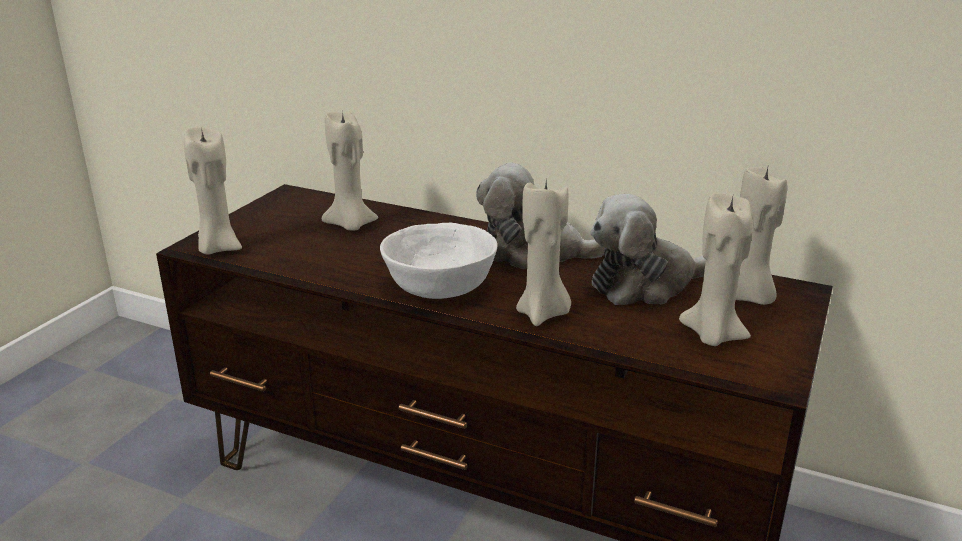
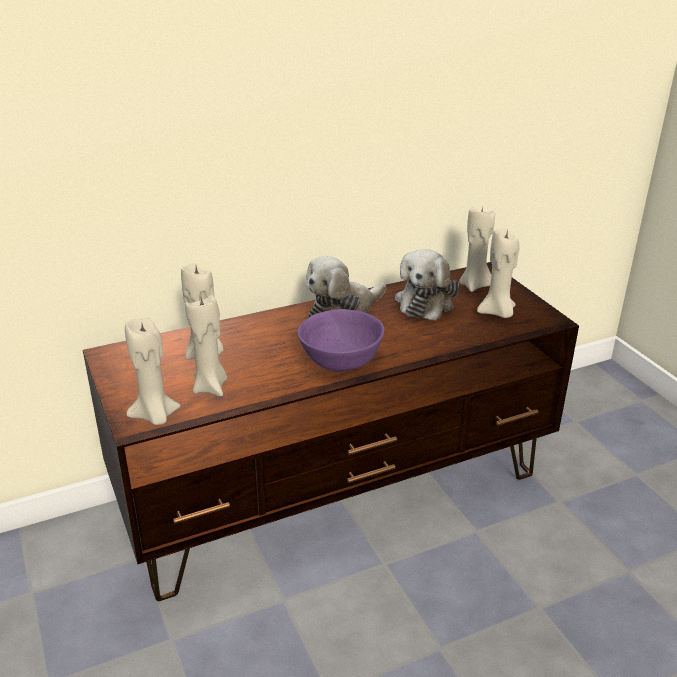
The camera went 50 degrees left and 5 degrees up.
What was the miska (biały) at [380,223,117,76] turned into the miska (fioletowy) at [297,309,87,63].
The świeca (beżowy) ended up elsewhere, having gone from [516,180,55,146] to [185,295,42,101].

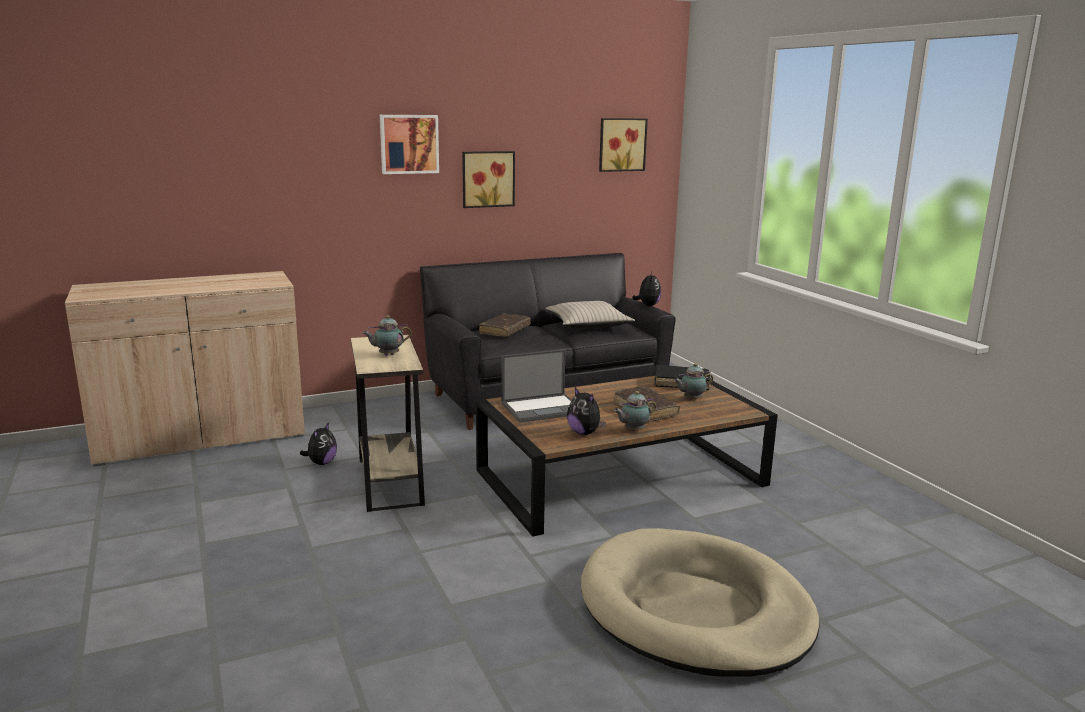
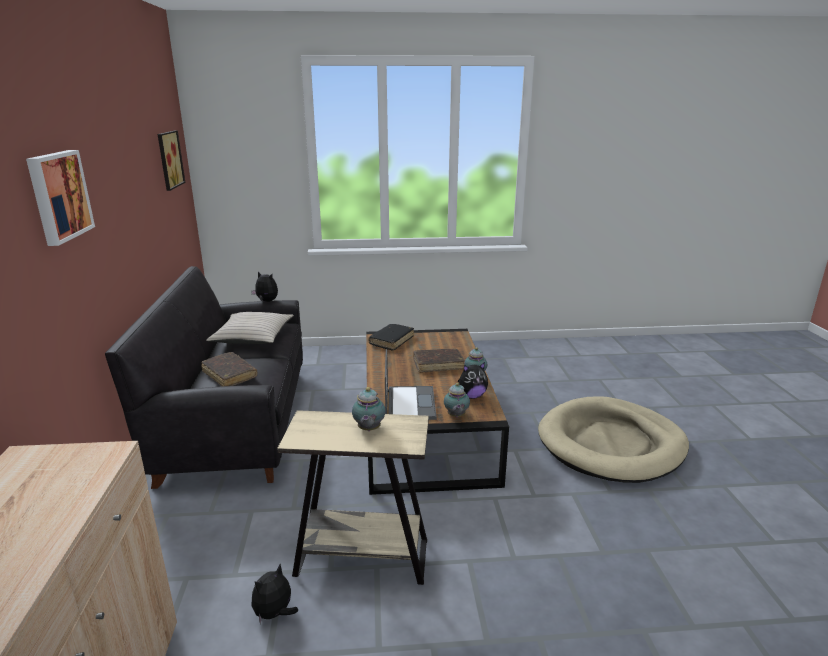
The camera went 70 degrees left and 5 degrees up.
The pluszak at [300,422,37,43] ended up facing another way, 90 degrees counterclockwise from before.
The second view lost the obraz at [462,151,53,57].
The imbryk ended up elsewhere, having gone from [674,363,39,37] to [444,383,26,34].

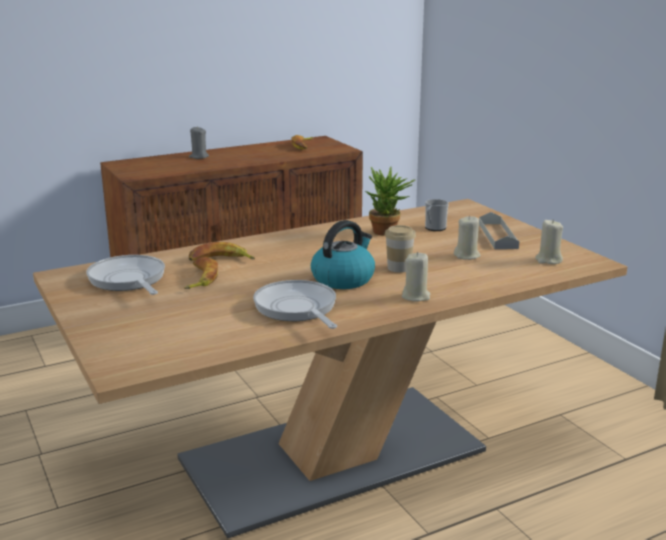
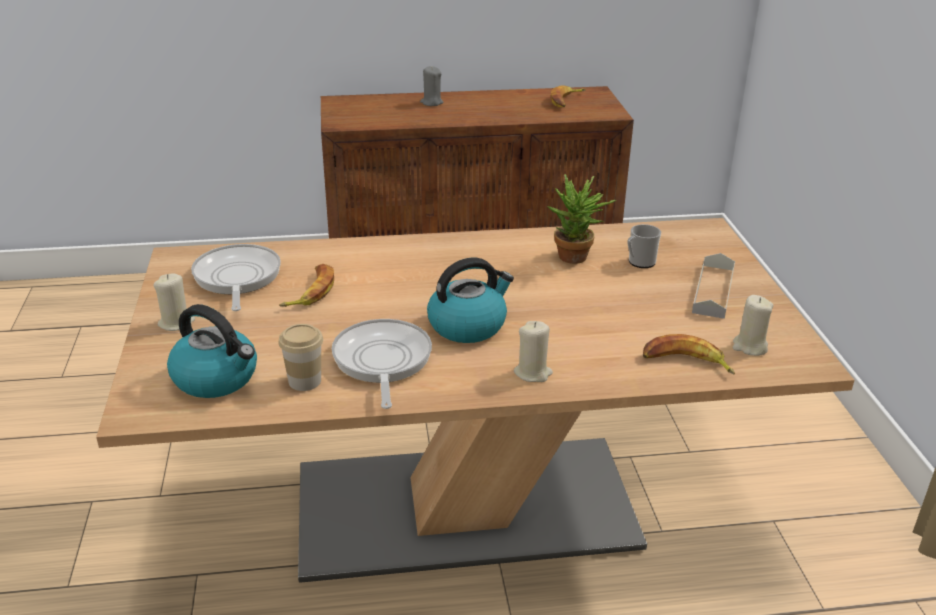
The camera went 20 degrees right and 10 degrees up.
The banan ended up elsewhere, having gone from [189,242,66,19] to [643,334,92,41].
The filiżanka ended up elsewhere, having gone from [385,225,31,48] to [278,324,45,67].
The świeca (beżowy) ended up elsewhere, having gone from [454,215,26,45] to [153,273,42,58].
The second view gained the czajnik at [167,304,90,94].

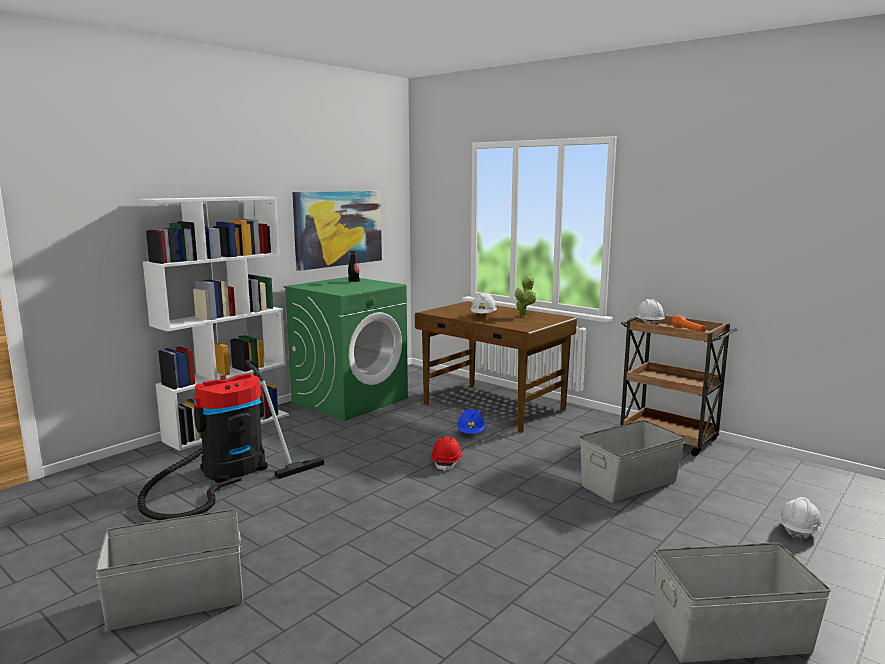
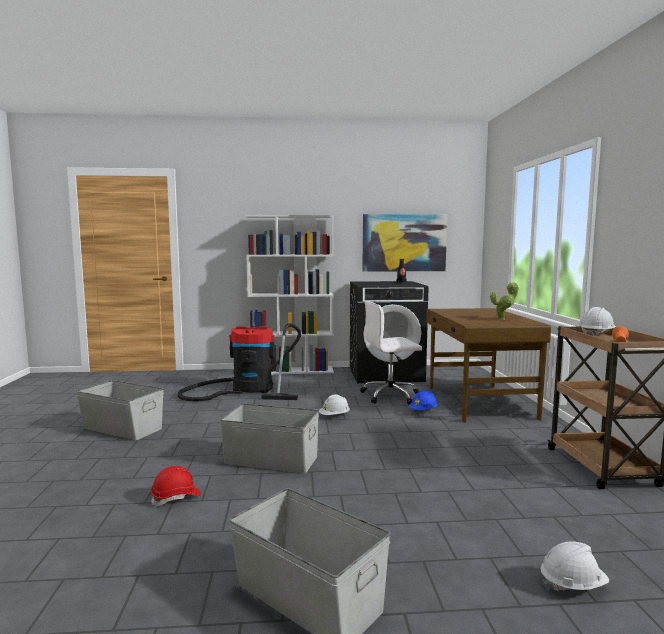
The camera went 45 degrees right and 5 degrees down.
What was the pralka (zielony) at [284,277,124,144] turned into the pralka (czarny) at [350,281,79,102].
The kask (czerwony) ended up elsewhere, having gone from [431,437,31,35] to [151,466,50,40].
The kask (biały) ended up elsewhere, having gone from [471,294,26,19] to [319,394,31,21].
The pojemnik do przechowywania (szary) ended up elsewhere, having gone from [580,420,106,83] to [220,404,99,69].
The second view gained the krzesło biurowe (biały) at [360,301,62,104].

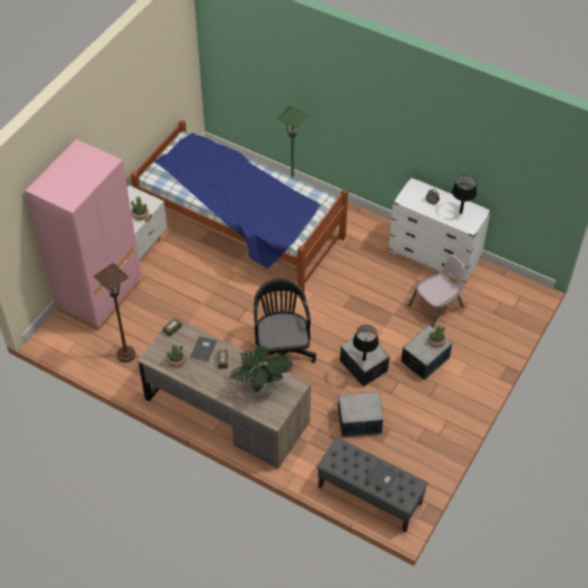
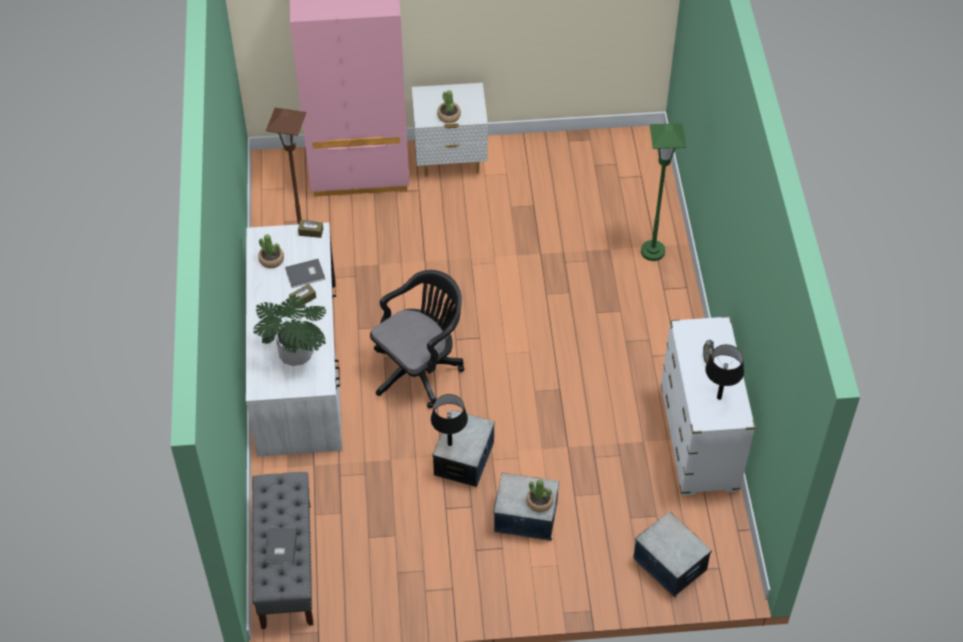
The camera went 55 degrees right and 0 degrees up.
The second view lost the łóżko at [131,120,217,174].
What was the biurko (brązowy) at [137,316,174,153] turned into the biurko (biały) at [246,222,97,235].
The pojemnik do przechowywania ended up elsewhere, having gone from [338,392,46,45] to [633,512,79,85].
The second view lost the krzesło (różowy) at [409,255,56,72].

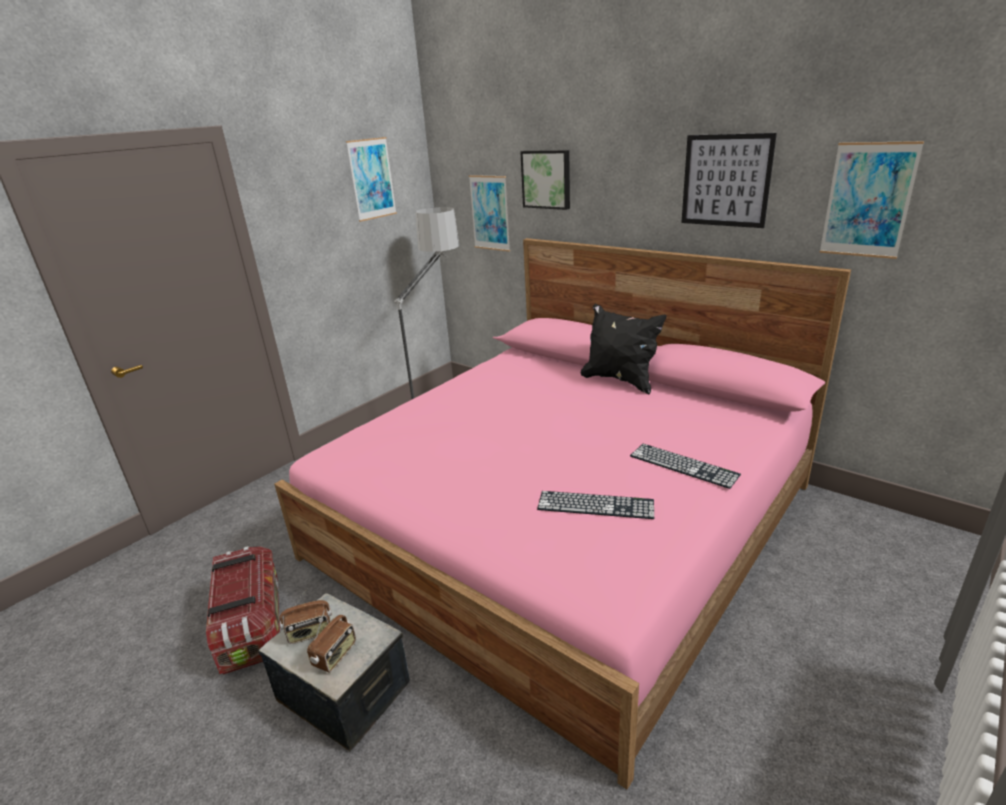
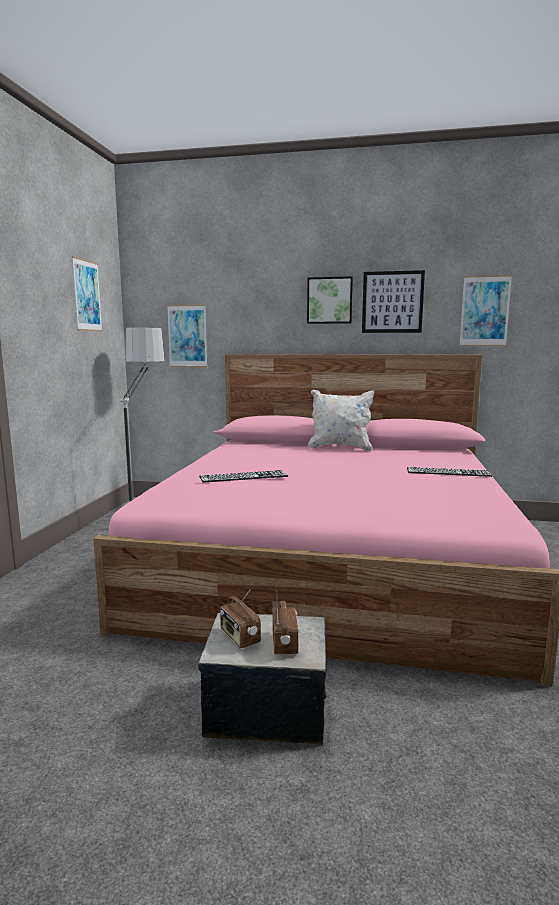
The camera went 30 degrees left and 15 degrees down.
The second view lost the pojemnik do przechowywania at [206,546,74,129].
The radio at [280,588,52,56] ended up facing another way, 105 degrees clockwise from before.
The obraz ended up elsewhere, having gone from [520,150,50,60] to [307,276,46,48].
The klawiatura ended up elsewhere, having gone from [537,491,117,28] to [199,470,89,13].
What was the poduszka (czarny) at [581,304,86,90] turned into the poduszka (biały) at [308,390,67,61].

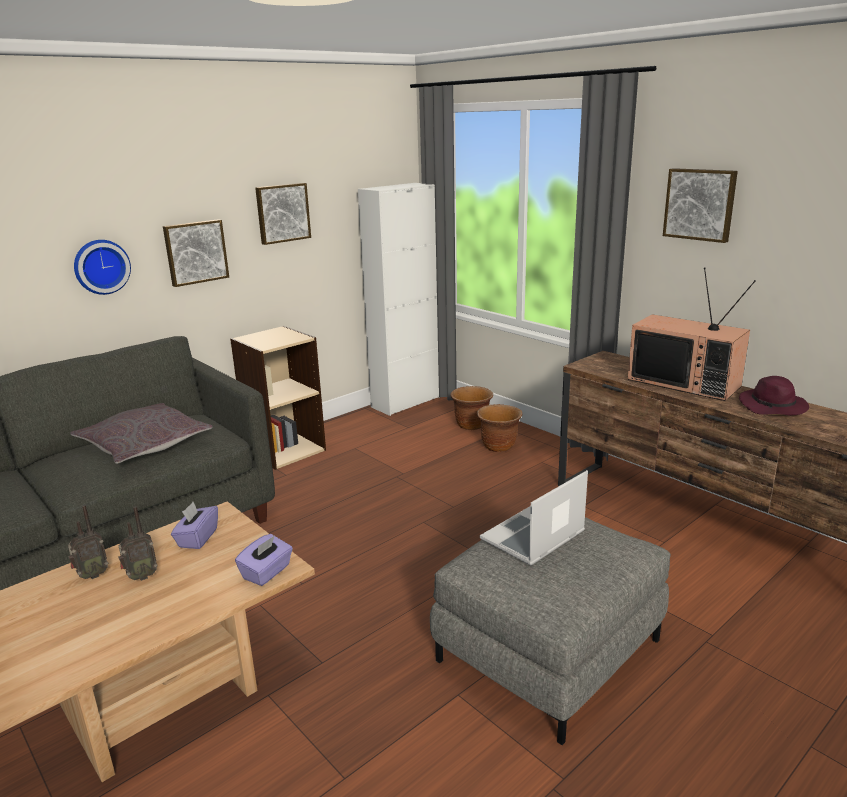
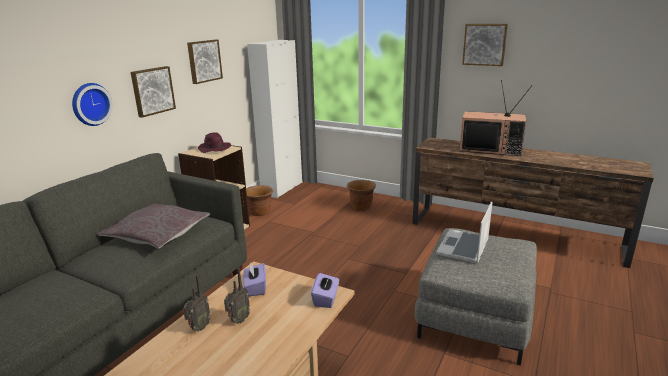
The camera went 20 degrees left and 0 degrees up.
The donica (brązowy) ended up elsewhere, having gone from [450,386,43,44] to [246,185,27,31].
The kapelusz (fioletowy) ended up elsewhere, having gone from [739,376,70,39] to [198,132,33,21].

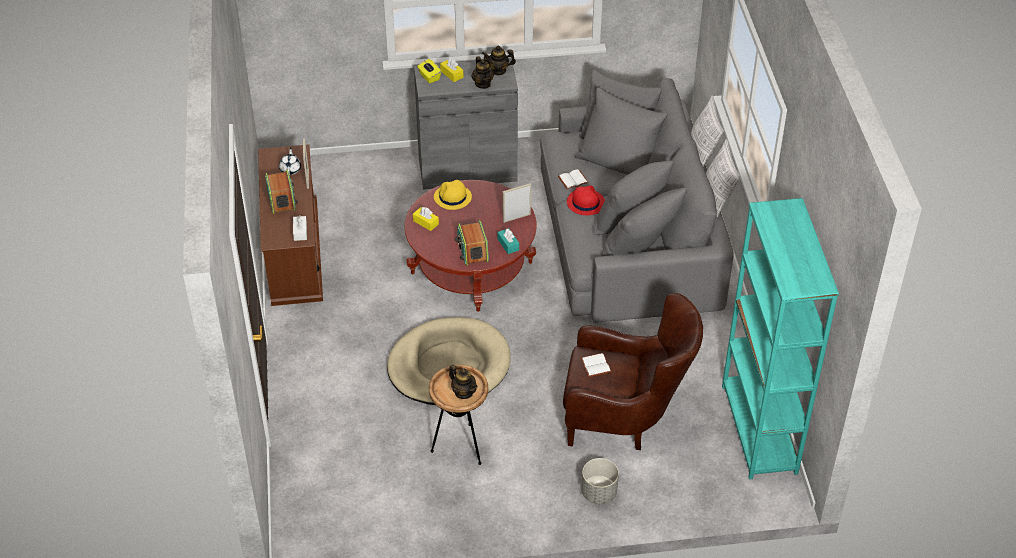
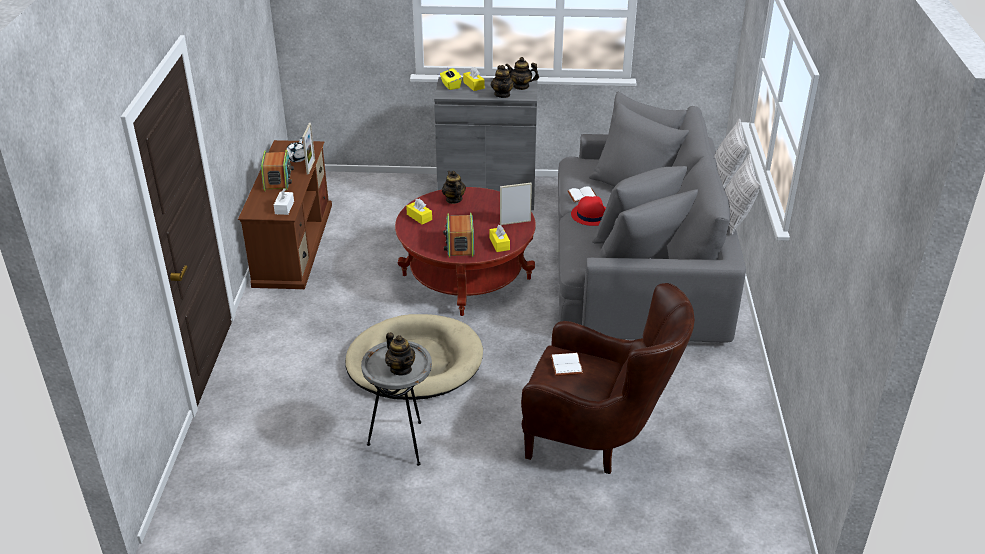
The camera went 10 degrees right and 10 degrees down.
What was the stolik (brązowy) at [429,365,59,100] turned into the stolik (szary) at [361,341,71,125].
Where the kapelusz (żółty) stood at [434,180,38,30], the imbryk came to stand at [442,171,24,33].
What was the pudełko chusteczek (turkusowy) at [498,228,21,26] turned into the pudełko chusteczek (żółty) at [490,225,20,27].
The second view lost the donica (szary) at [581,458,38,46].
The second view lost the regał (turkusowy) at [722,198,117,281].

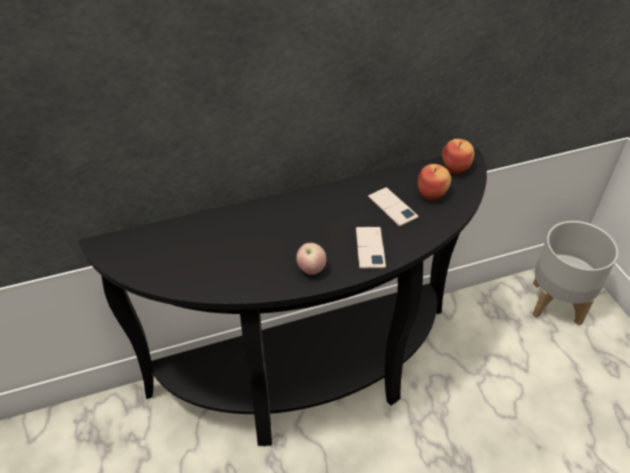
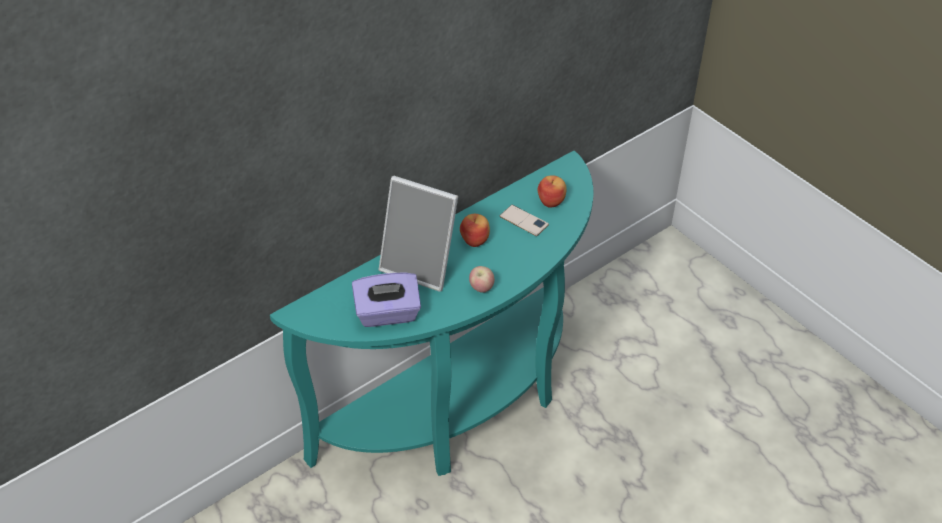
The camera went 20 degrees left and 0 degrees up.
What was the stolik konsolowy (czarny) at [79,148,408,298] turned into the stolik konsolowy (turkusowy) at [270,151,323,325].
The second view lost the telefon at [356,227,30,42].
The jabłko ended up elsewhere, having gone from [442,139,32,35] to [460,214,30,33].
The second view lost the donica (szary) at [533,221,85,105].
The second view gained the pudełko chusteczek (fioletowy) at [352,273,69,54].
The second view gained the ramka na zdjęcie at [379,176,79,116].

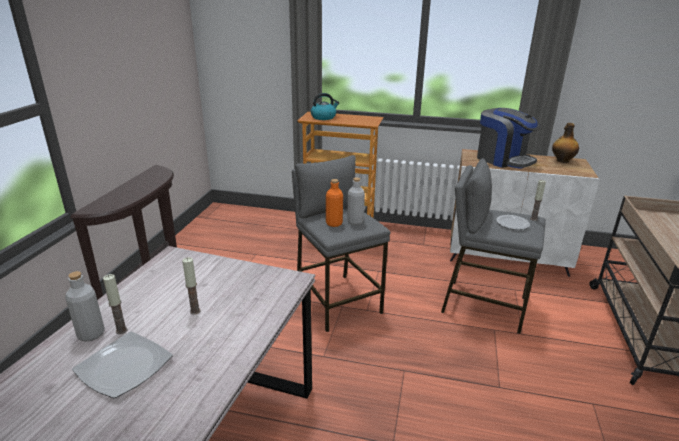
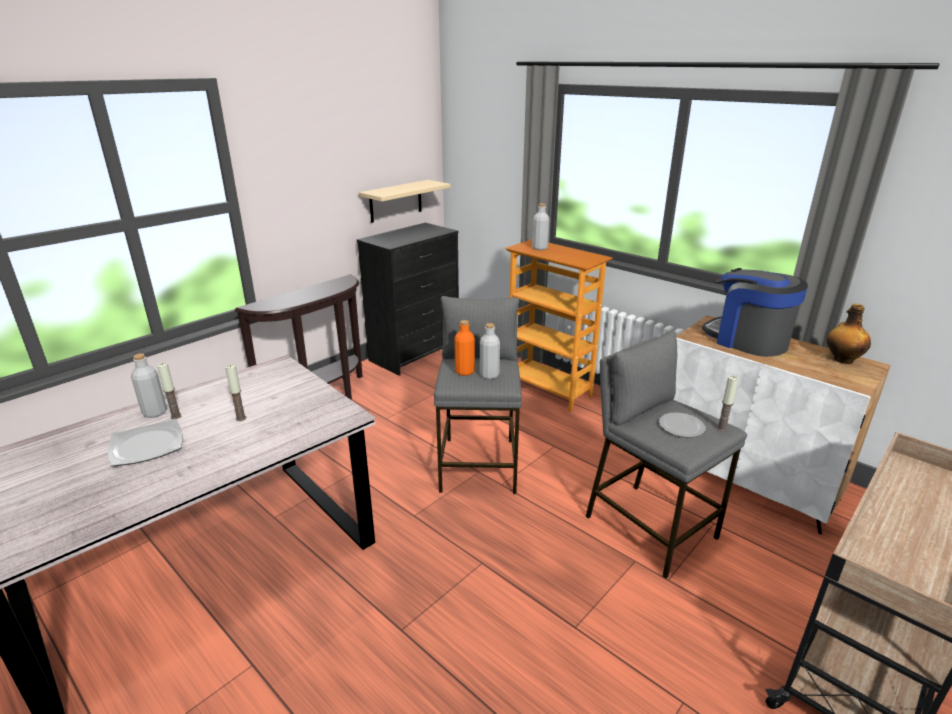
The camera went 30 degrees right and 0 degrees up.
Where the czajnik stood at [311,93,29,27], the butelka (szary) came to stand at [532,203,18,47].
The ekspres do kawy at [477,108,64,61] ended up facing another way, 150 degrees clockwise from before.
The second view gained the komoda (czarny) at [357,223,102,153].
The second view gained the półka (beżowy) at [359,180,92,43].

